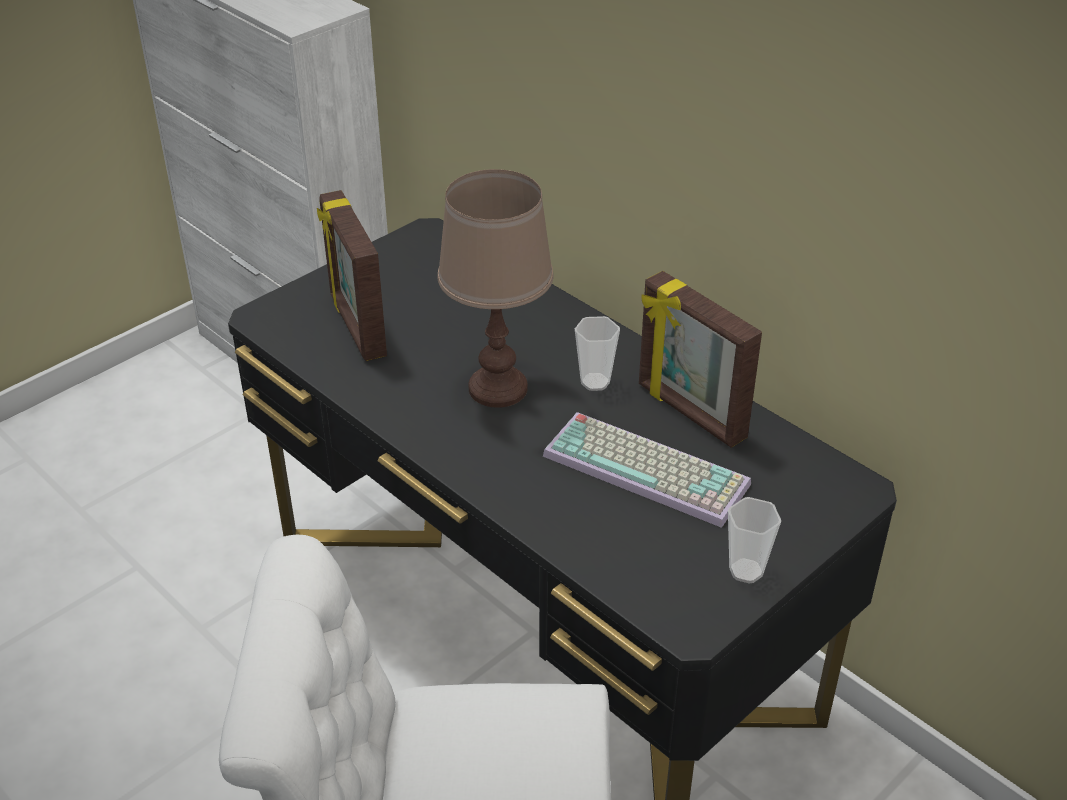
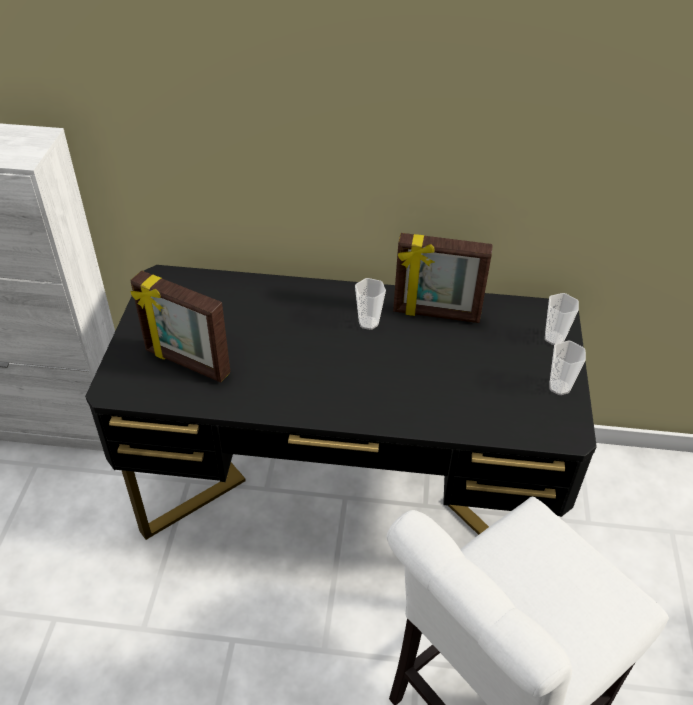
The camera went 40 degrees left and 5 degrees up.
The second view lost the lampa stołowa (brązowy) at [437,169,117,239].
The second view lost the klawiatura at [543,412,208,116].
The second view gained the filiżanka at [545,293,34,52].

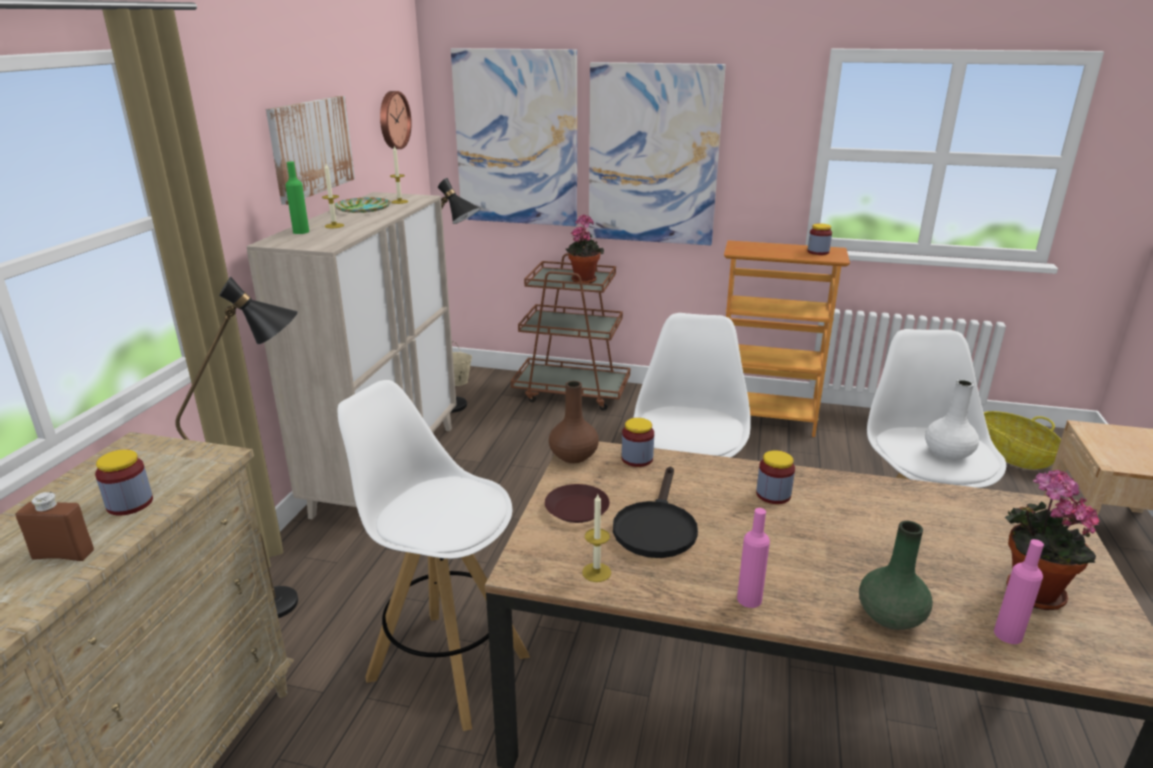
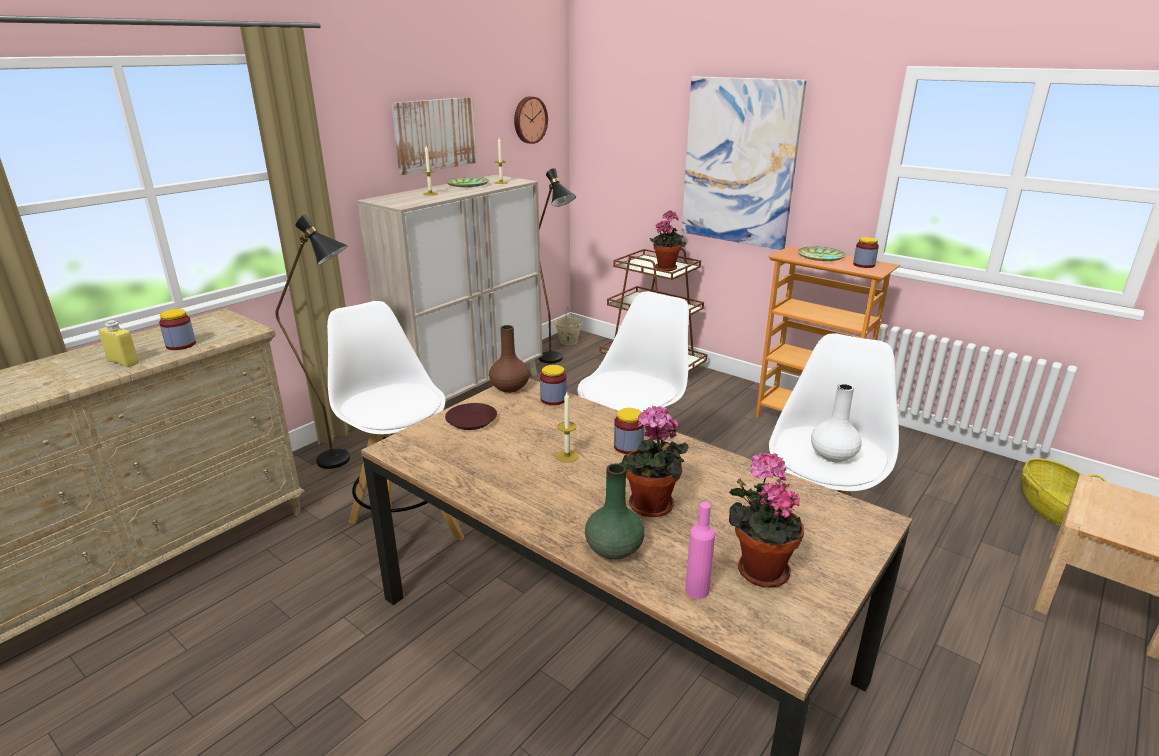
The camera went 25 degrees right and 0 degrees up.
What was the butelka (brązowy) at [15,492,79,69] turned into the butelka (żółty) at [98,320,41,47].
The second view lost the butelka (zielony) at [286,162,23,72].
The second view lost the obraz at [451,48,126,178].
The świeca ended up elsewhere, having gone from [582,494,29,88] to [556,392,22,70].
The second view lost the patelnia (czarny) at [613,466,85,92].
The second view lost the butelka (różowy) at [737,508,33,100].
The second view gained the roślina doniczkowa at [619,406,70,111].
The second view gained the talerz at [798,247,48,14].

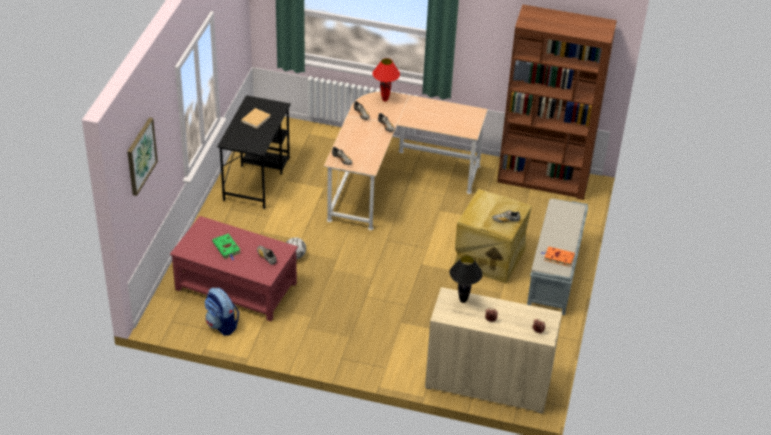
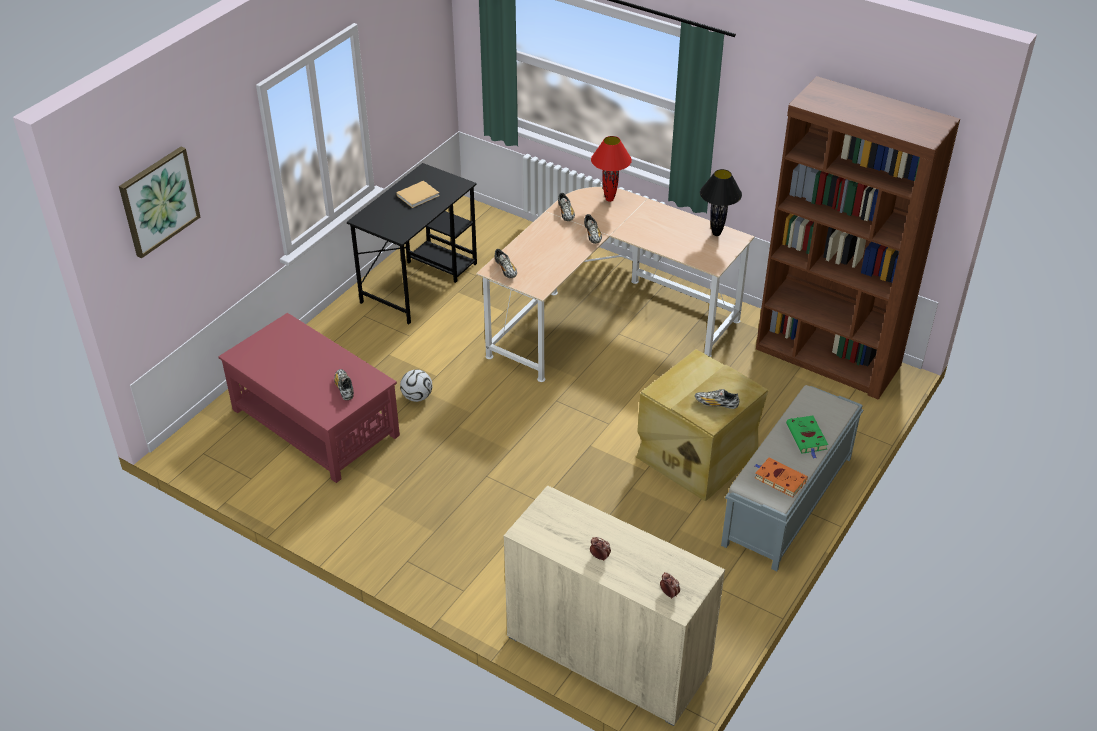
The camera went 20 degrees right and 0 degrees up.
The second view lost the plecak at [204,287,35,49].
The książka (zielony) ended up elsewhere, having gone from [212,234,28,26] to [786,415,42,44].
The lampa stołowa (czarny) ended up elsewhere, having gone from [450,255,33,48] to [700,169,42,67].

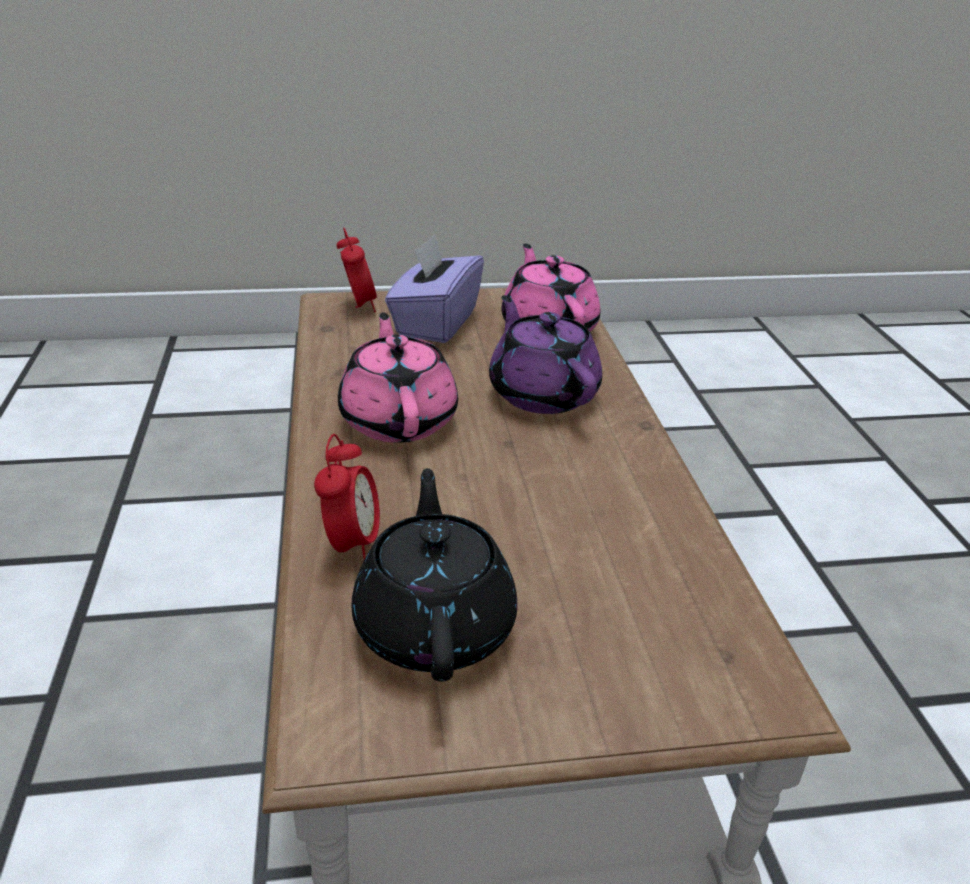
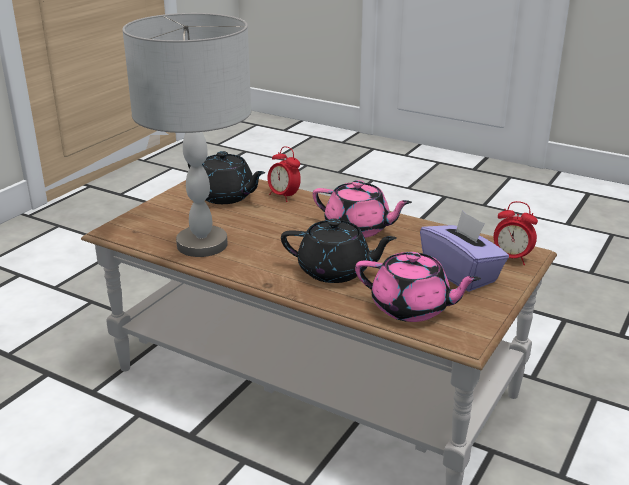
The camera went 130 degrees right and 5 degrees down.
What was the imbryk (fioletowy) at [489,295,113,119] turned into the imbryk (czarny) at [281,219,116,64].
The second view gained the lampa stołowa (szary) at [122,13,130,244].

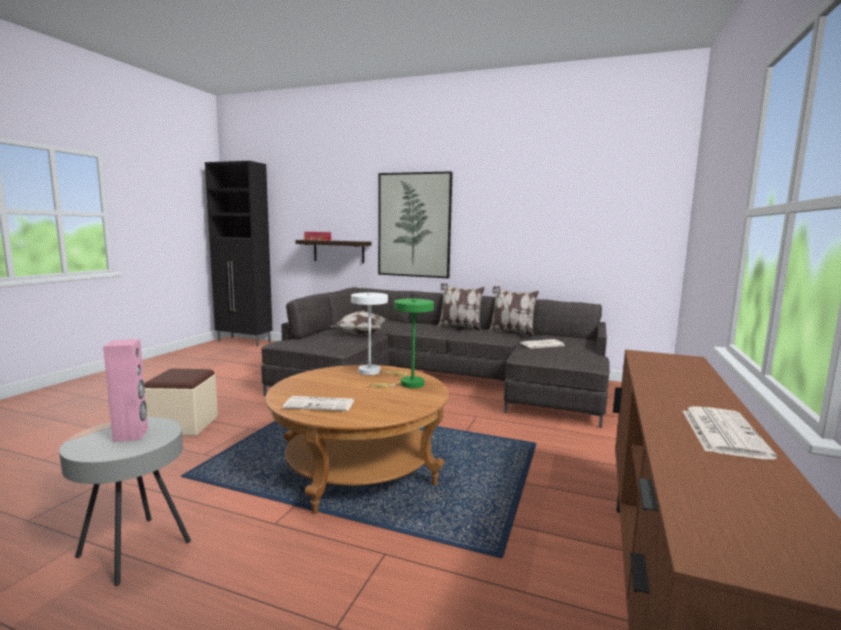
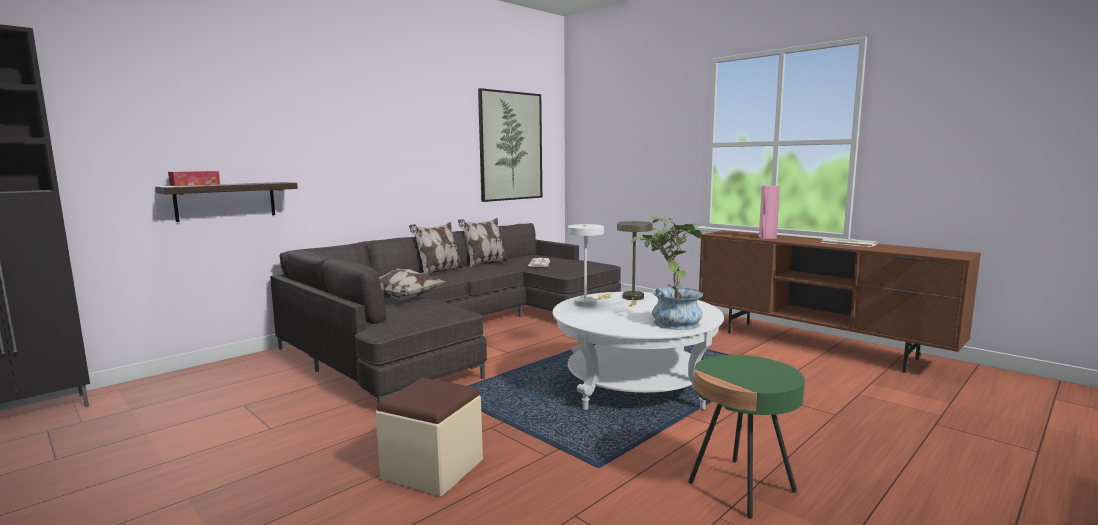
The camera went 65 degrees left and 0 degrees up.
What was the stolik (szary) at [59,417,132,169] turned into the stolik (zielony) at [688,355,117,163].
The głośnik (różowy) ended up elsewhere, having gone from [103,339,45,103] to [759,185,21,54].
What was the ława (brązowy) at [265,365,184,149] turned into the ława (biały) at [553,292,171,118].
Where the gazeta stood at [283,396,71,15], the roślina doniczkowa came to stand at [631,216,77,114].
What was the lampa stołowa (zielony) at [370,299,64,89] turned into the lampa stołowa (beżowy) at [617,221,36,86].
The obraz ended up elsewhere, having gone from [378,171,75,107] to [478,88,64,114].

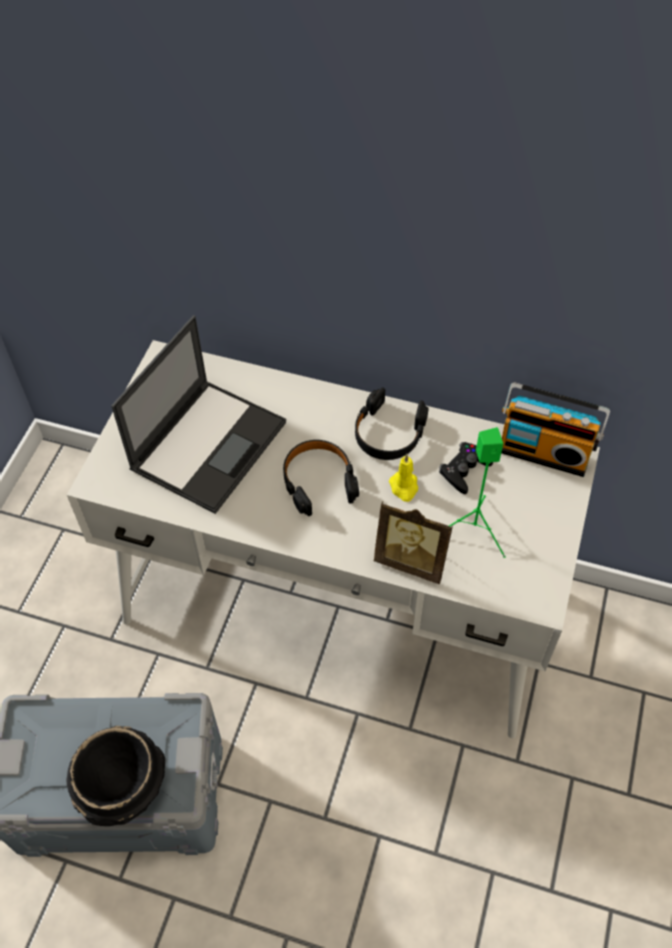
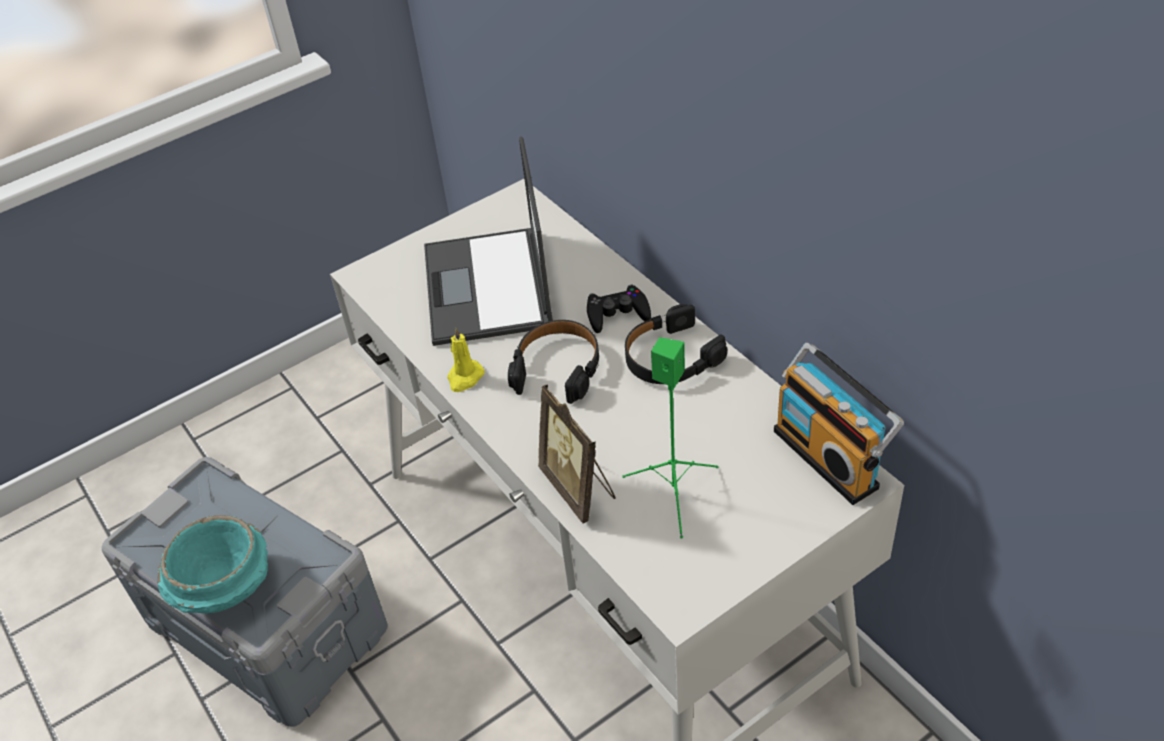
The camera went 40 degrees right and 10 degrees down.
What was the miska (czarny) at [66,726,99,100] turned into the miska (turkusowy) at [158,515,110,98].
The laptop at [111,315,175,199] ended up facing another way, 105 degrees clockwise from before.
The świeca (żółty) ended up elsewhere, having gone from [389,454,29,48] to [447,327,38,65].
The pad do gier (czarny) ended up elsewhere, having gone from [439,442,54,52] to [587,285,64,48].

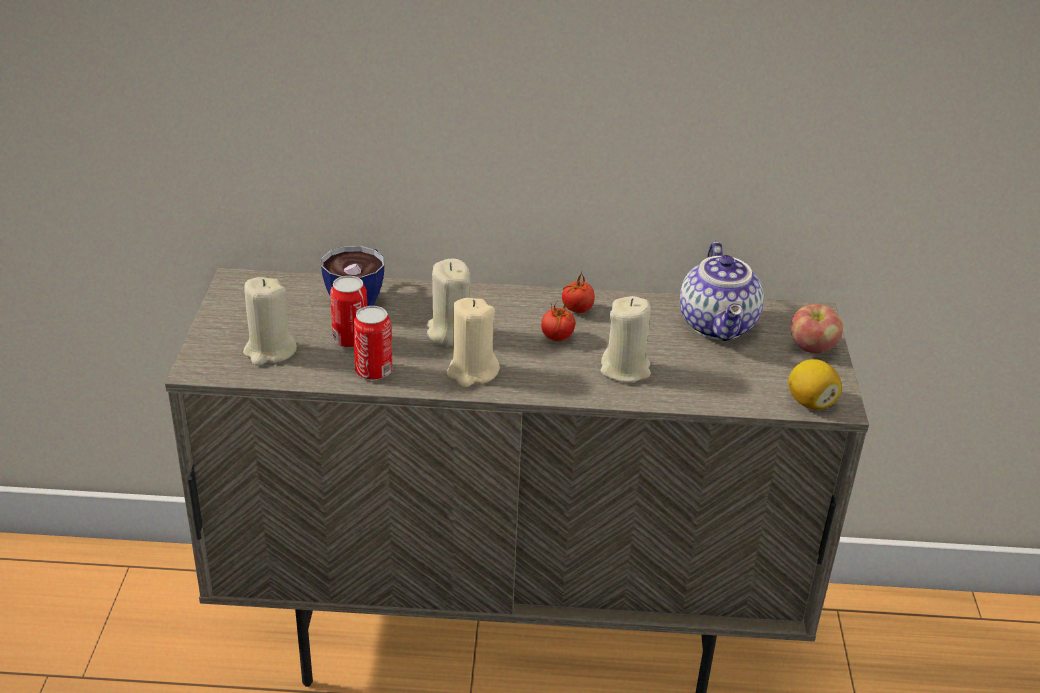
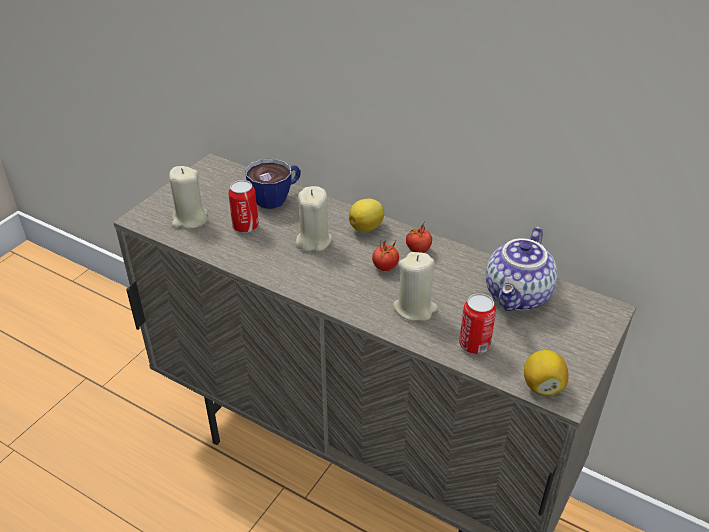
The camera went 30 degrees right and 5 degrees up.
The puszka ended up elsewhere, having gone from [353,306,39,74] to [459,293,37,61].
The second view lost the świeca (beżowy) at [447,298,53,89].
The second view lost the jabłko at [791,304,52,49].
The second view gained the cytryna at [349,199,35,34].

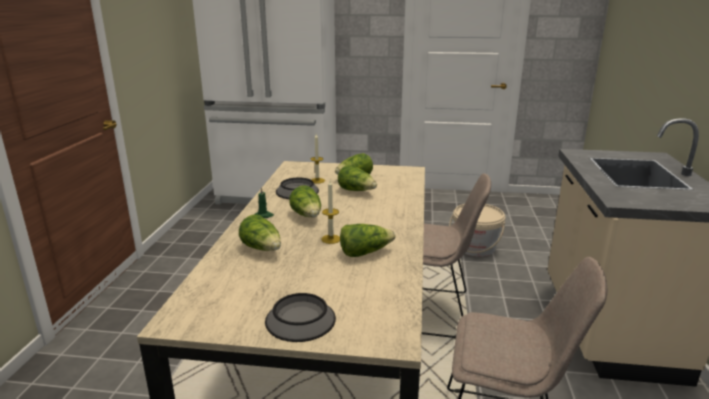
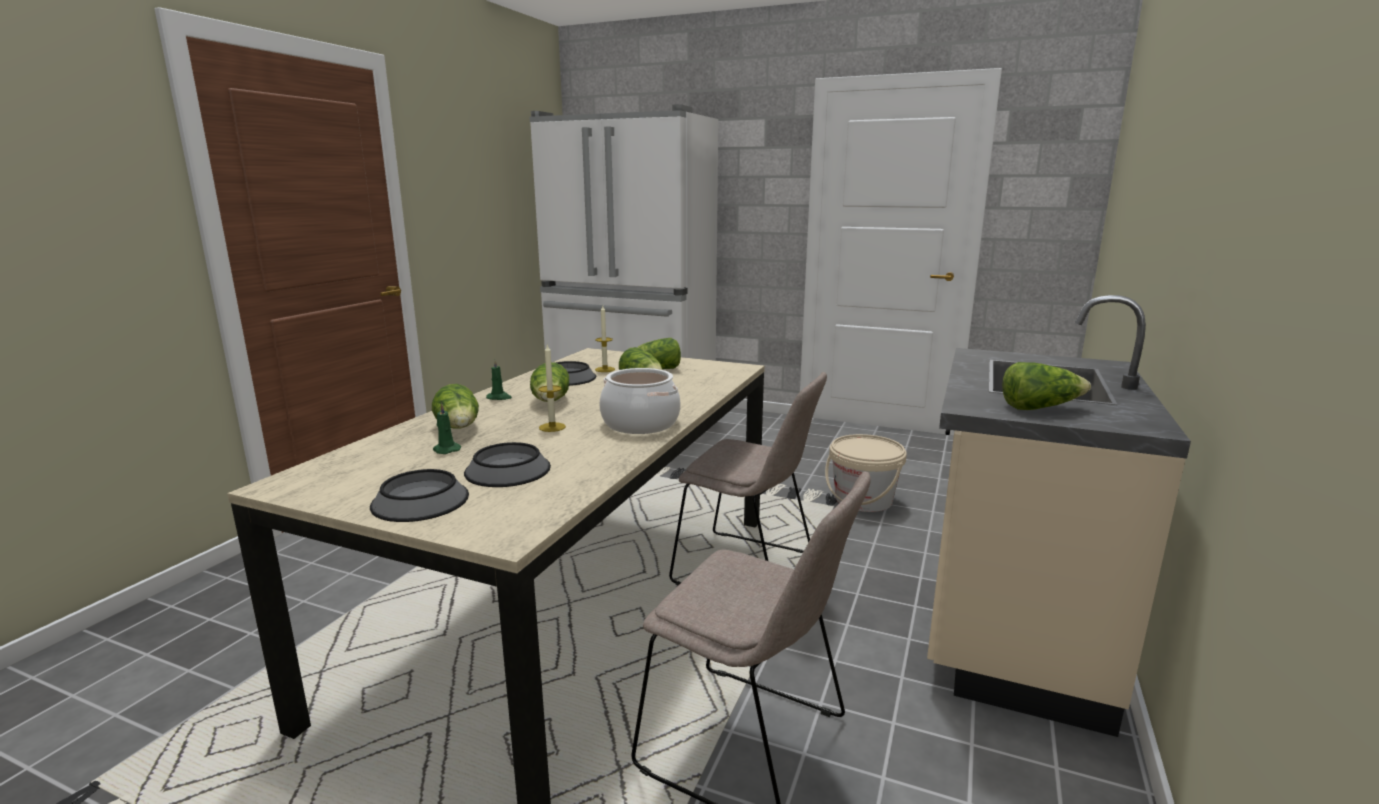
The camera went 15 degrees right and 5 degrees down.
The sałata ended up elsewhere, having gone from [340,224,56,33] to [1002,362,89,48].
The second view gained the świeca (zielony) at [433,402,28,52].
The second view gained the miska at [464,442,87,45].
The second view gained the garnek at [599,368,81,66].

